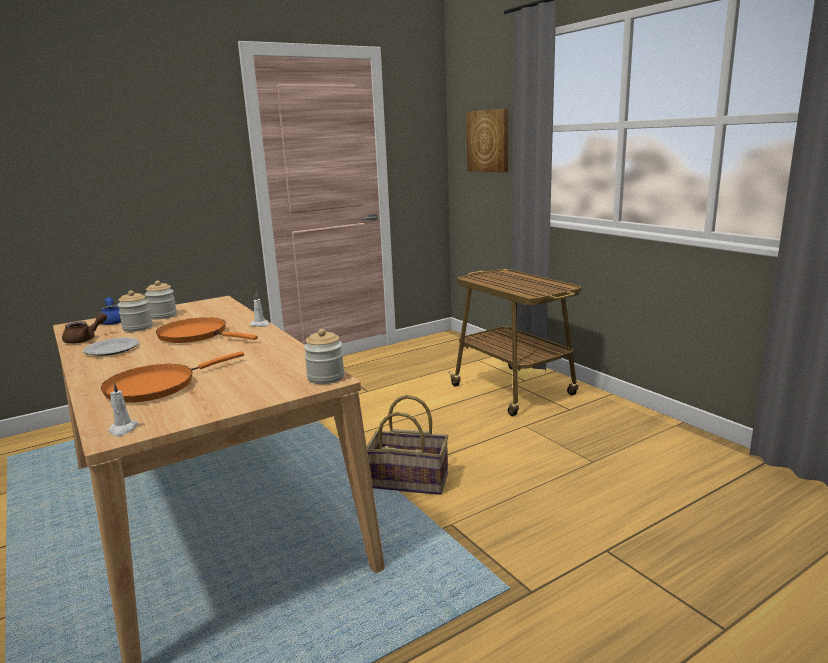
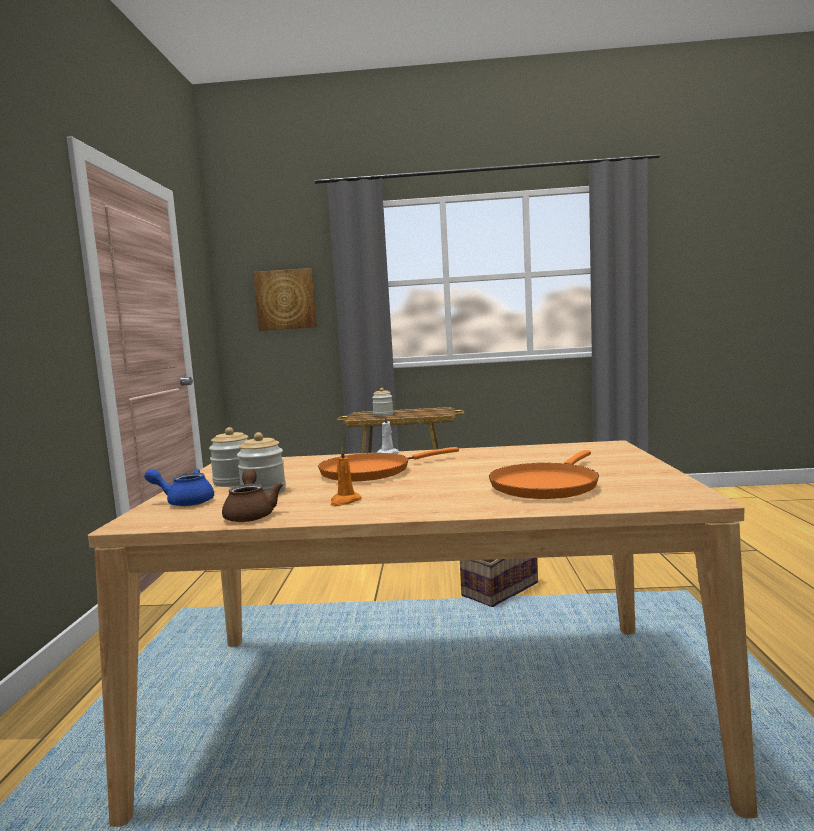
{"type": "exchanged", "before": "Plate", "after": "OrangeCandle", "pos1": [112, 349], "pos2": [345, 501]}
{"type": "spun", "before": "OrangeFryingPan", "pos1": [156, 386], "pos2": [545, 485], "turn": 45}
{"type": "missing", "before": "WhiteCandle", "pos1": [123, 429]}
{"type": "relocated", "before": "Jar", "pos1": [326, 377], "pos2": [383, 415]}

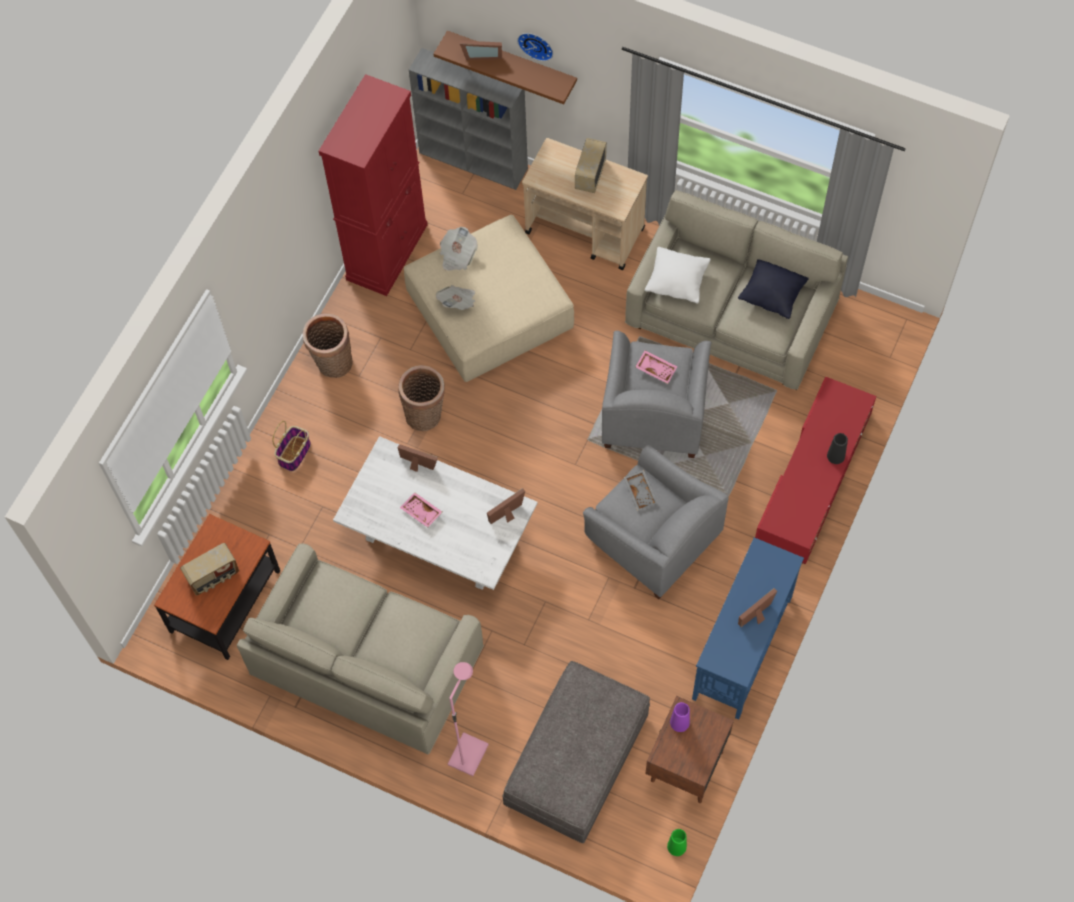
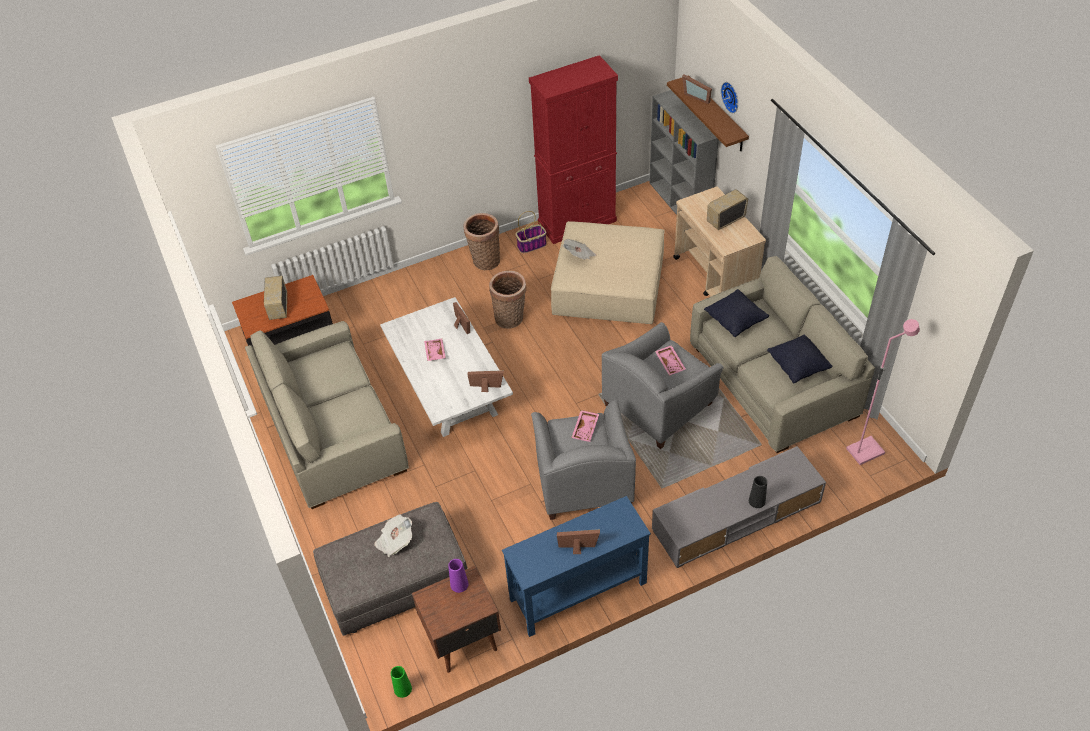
{"type": "spun", "before": "Radio", "pos1": [213, 576], "pos2": [278, 307], "turn": 75}
{"type": "relocated", "before": "Basket", "pos1": [294, 453], "pos2": [532, 245]}
{"type": "relocated", "before": "Newspaper", "pos1": [457, 256], "pos2": [395, 541]}
{"type": "relocated", "before": "PinkFloorLamp", "pos1": [467, 754], "pos2": [865, 451]}
{"type": "colour", "before": "GreyTray", "after": "PinkTray", "pos1": [641, 492], "pos2": [586, 429]}
{"type": "colour", "before": "WhitePillow", "after": "BlackPillow", "pos1": [677, 282], "pos2": [735, 321]}
{"type": "colour", "before": "RedTvStand", "after": "GreyTvStand", "pos1": [813, 478], "pos2": [736, 516]}

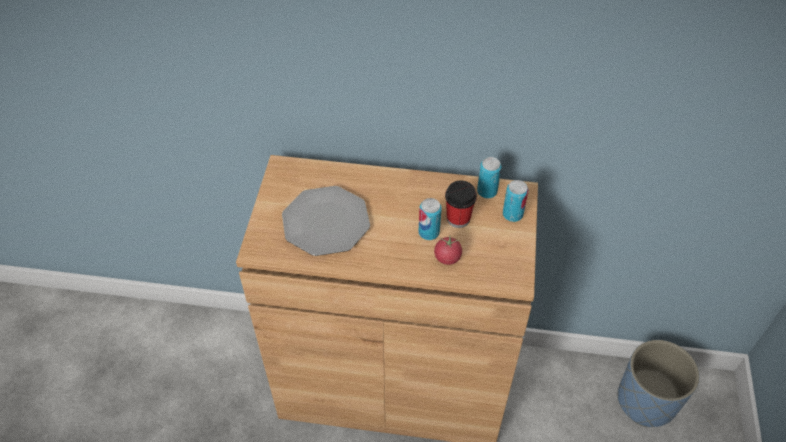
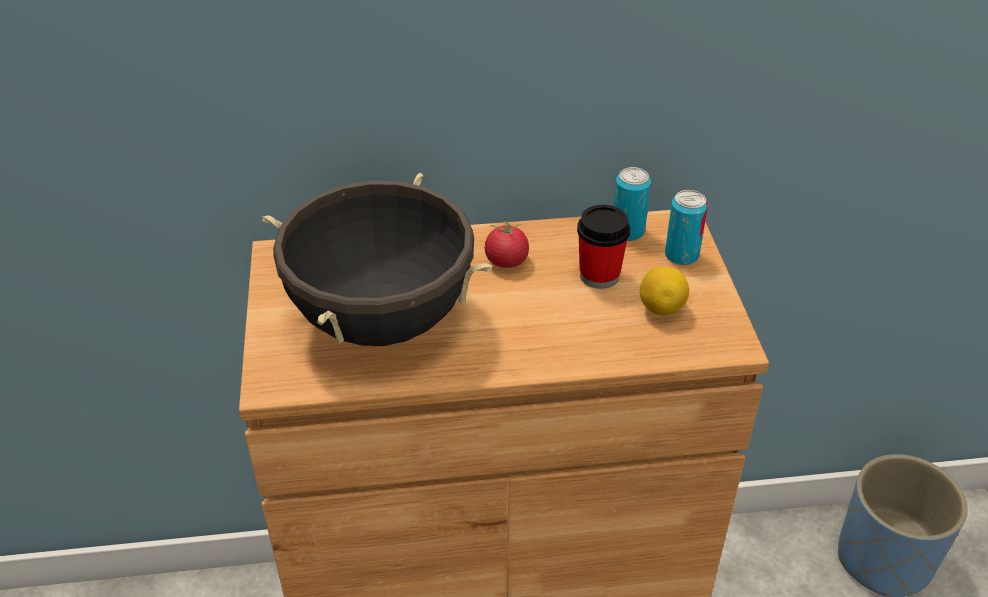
{"type": "exchanged", "before": "Plate", "after": "BlackCookingPot", "pos1": [326, 222], "pos2": [382, 319]}
{"type": "missing", "before": "Can", "pos1": [429, 232]}
{"type": "relocated", "before": "Tomato", "pos1": [447, 257], "pos2": [506, 261]}
{"type": "appeared", "after": "Lemon", "pos2": [661, 308]}

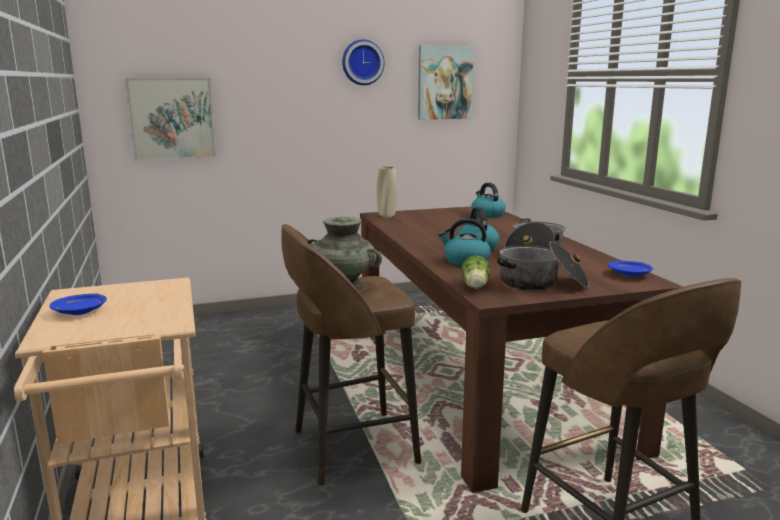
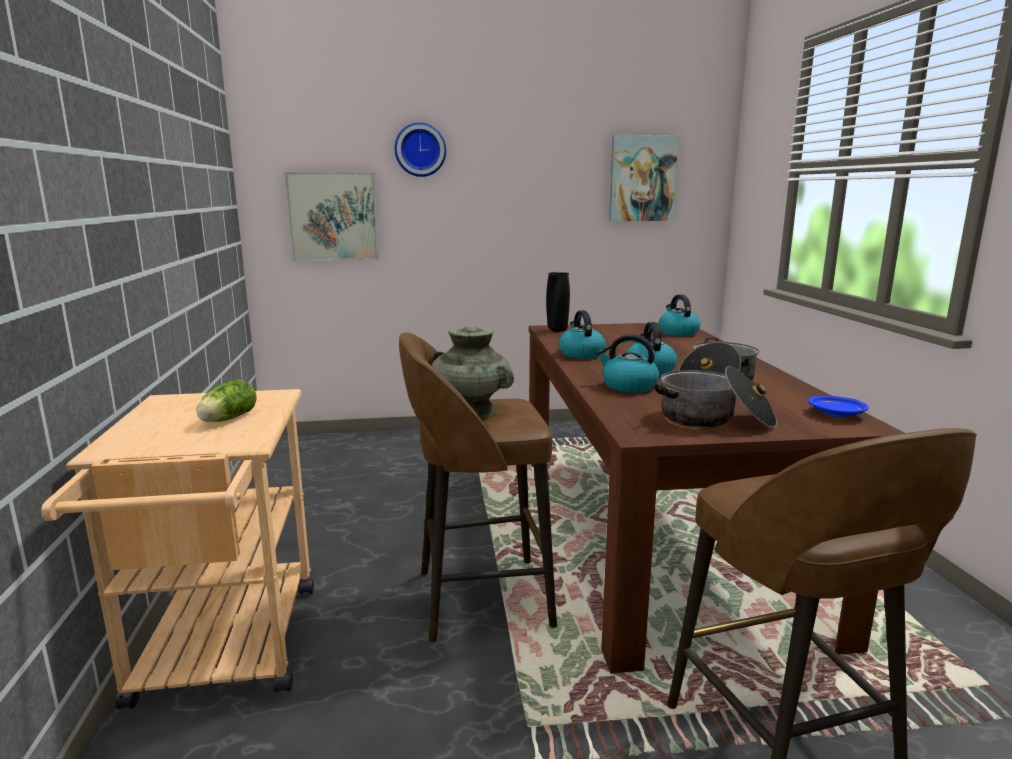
{"type": "missing", "before": "BluePlate", "pos1": [80, 312]}
{"type": "relocated", "before": "WallClock", "pos1": [362, 62], "pos2": [420, 150]}
{"type": "colour", "before": "BeigeVase", "after": "BlackVase", "pos1": [386, 216], "pos2": [557, 330]}
{"type": "relocated", "before": "Lettuce", "pos1": [475, 287], "pos2": [226, 419]}
{"type": "appeared", "after": "Kettle", "pos2": [581, 354]}

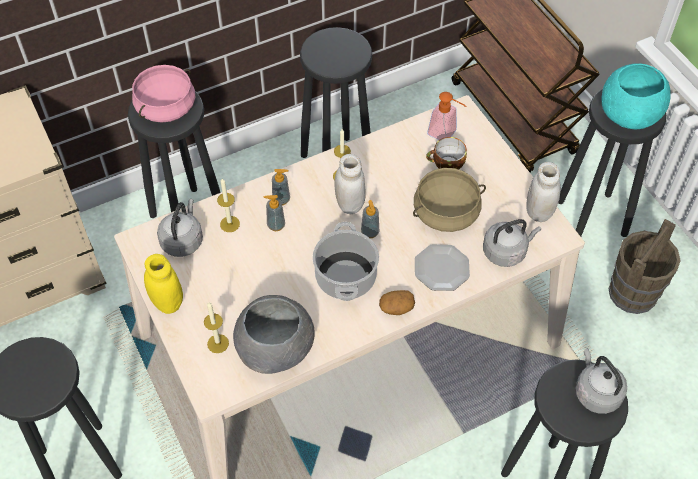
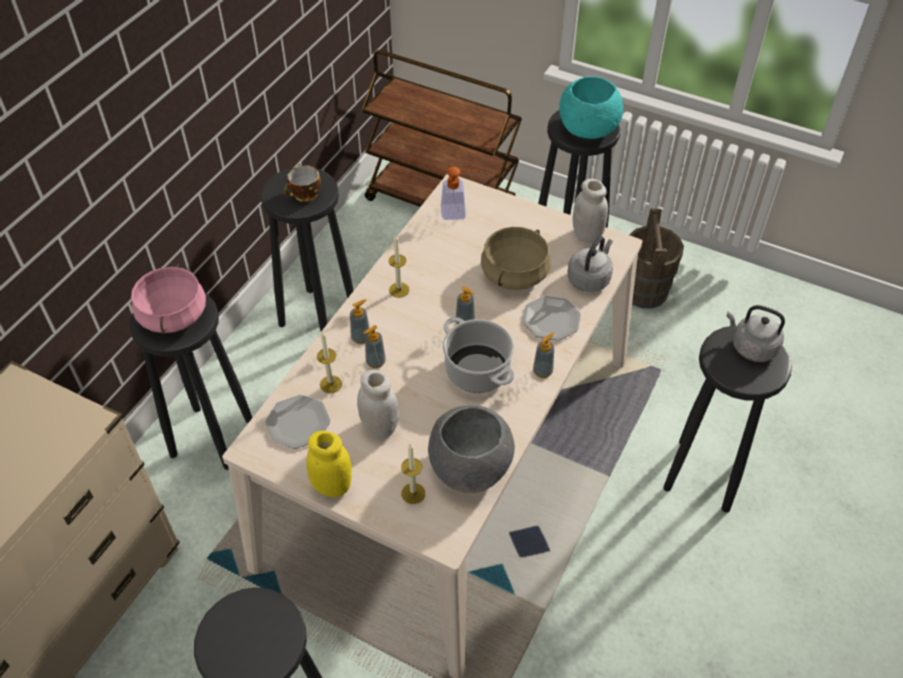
{"type": "exchanged", "before": "GreyKettle", "after": "Plate", "pos1": [183, 240], "pos2": [297, 423]}
{"type": "relocated", "before": "WhiteJar", "pos1": [350, 204], "pos2": [379, 426]}
{"type": "exchanged", "before": "Potato", "after": "SoapDispenser", "pos1": [396, 308], "pos2": [542, 371]}
{"type": "relocated", "before": "Cup", "pos1": [446, 166], "pos2": [305, 196]}

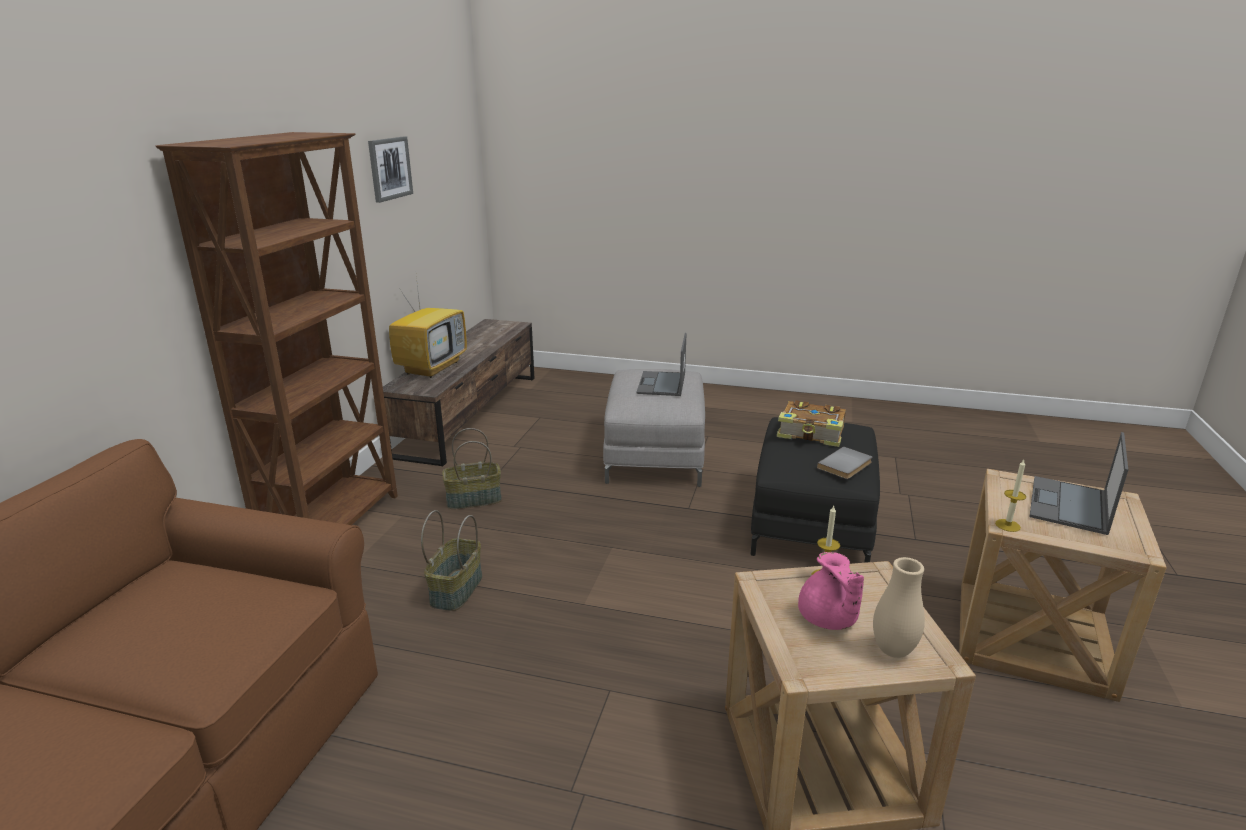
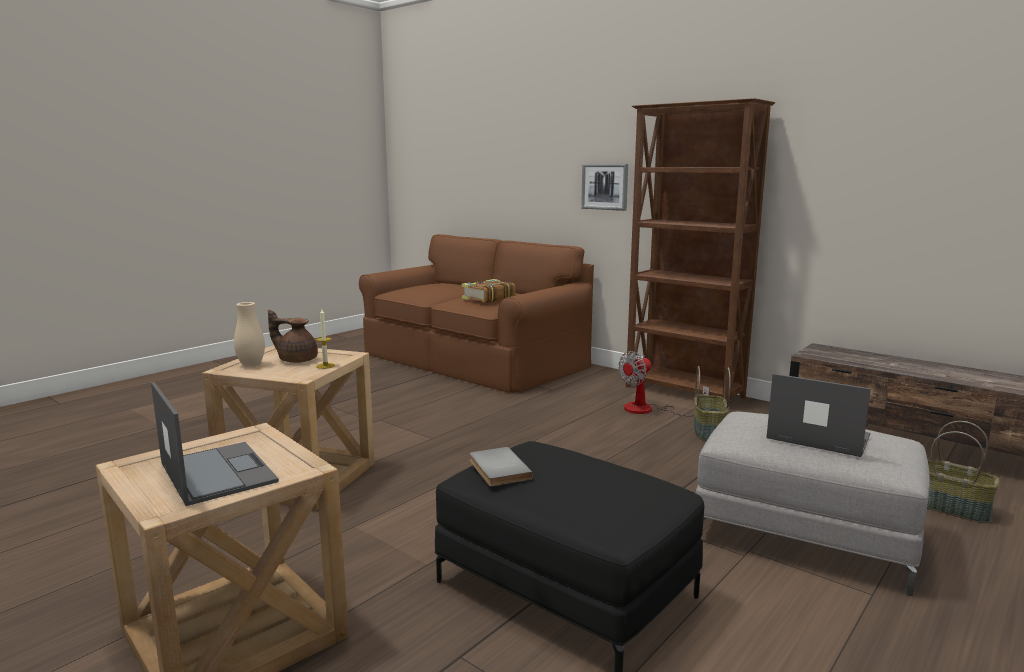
{"type": "relocated", "before": "Picture", "pos1": [389, 168], "pos2": [605, 186]}
{"type": "missing", "before": "Television", "pos1": [432, 367]}
{"type": "relocated", "before": "Basket", "pos1": [456, 589], "pos2": [952, 508]}
{"type": "relocated", "before": "Book", "pos1": [812, 433], "pos2": [487, 298]}
{"type": "colour", "before": "PinkTeapot", "after": "BrownTeapot", "pos1": [828, 619], "pos2": [296, 360]}
{"type": "missing", "before": "Candle", "pos1": [1007, 525]}
{"type": "appeared", "after": "Fan", "pos2": [649, 410]}

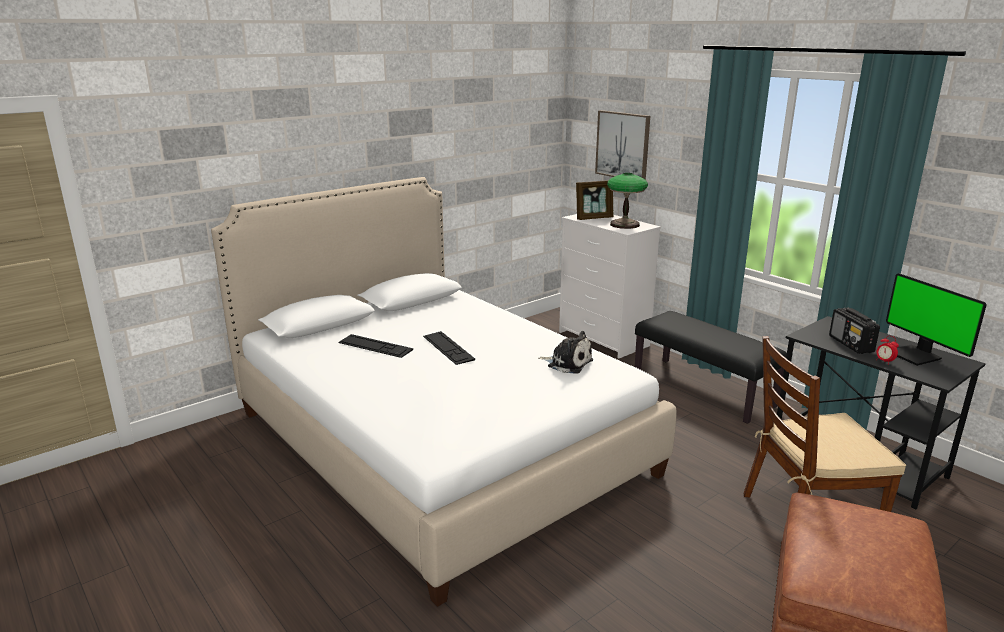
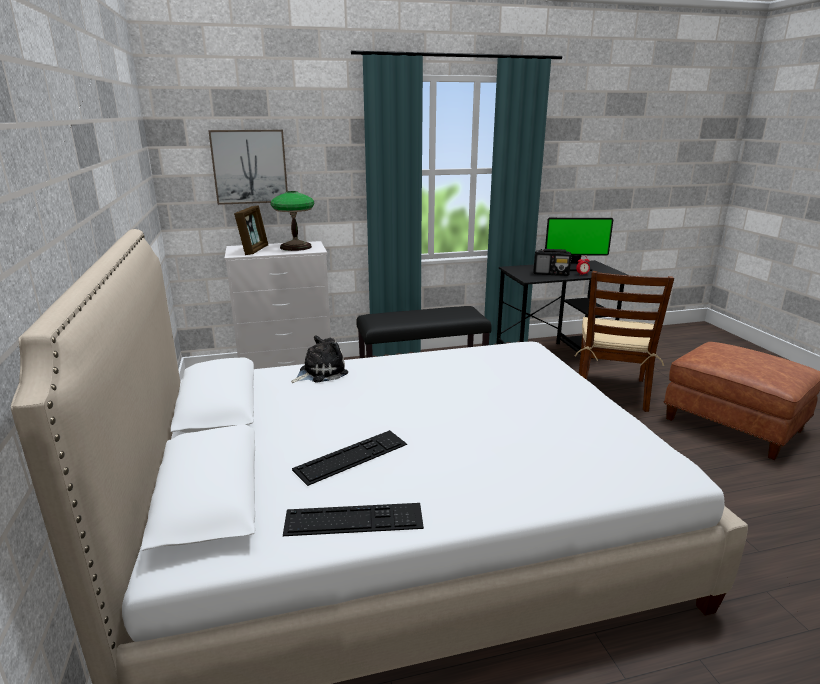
{"type": "relocated", "before": "Keyboard", "pos1": [448, 348], "pos2": [354, 520]}
{"type": "relocated", "before": "PlushToy", "pos1": [567, 363], "pos2": [320, 372]}

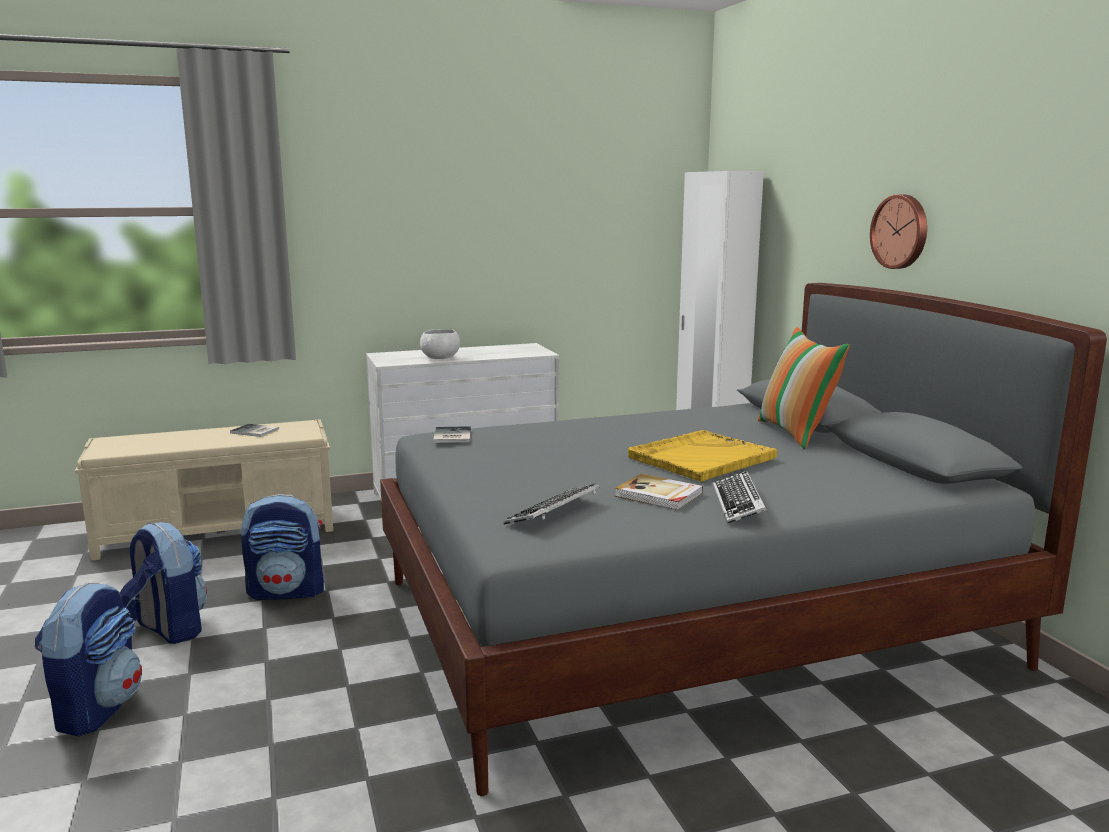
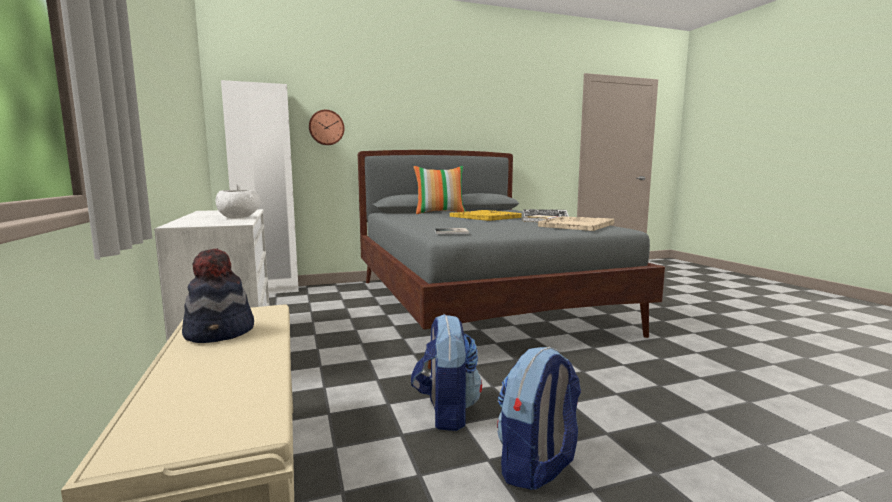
{"type": "missing", "before": "Backpack", "pos1": [97, 709]}
{"type": "exchanged", "before": "Book", "after": "Hat", "pos1": [255, 431], "pos2": [220, 333]}
{"type": "exchanged", "before": "Keyboard", "after": "BeigeTray", "pos1": [553, 512], "pos2": [577, 225]}
{"type": "relocated", "before": "WallClock", "pos1": [901, 231], "pos2": [326, 127]}

